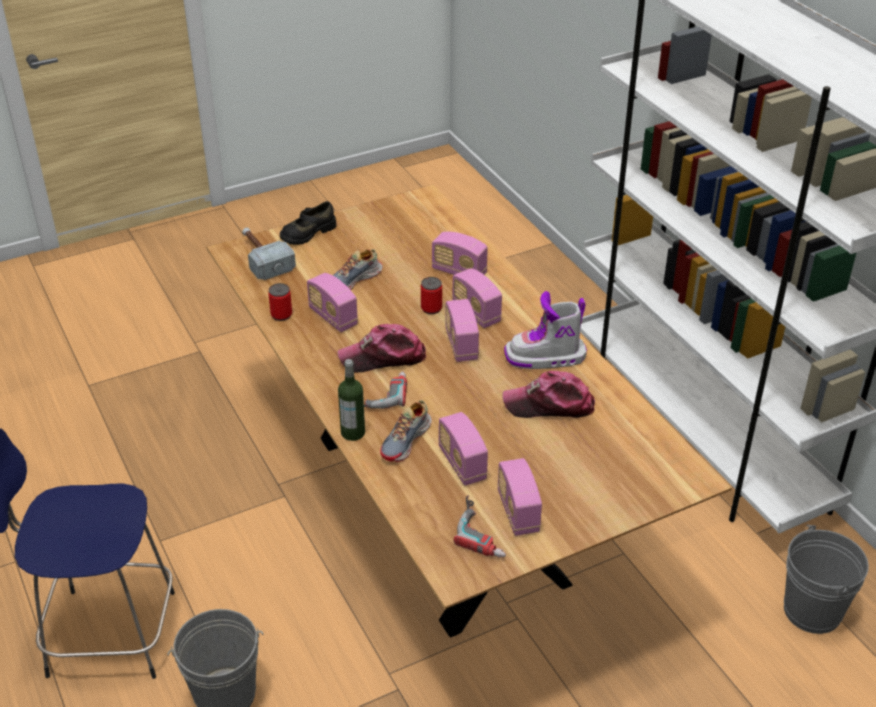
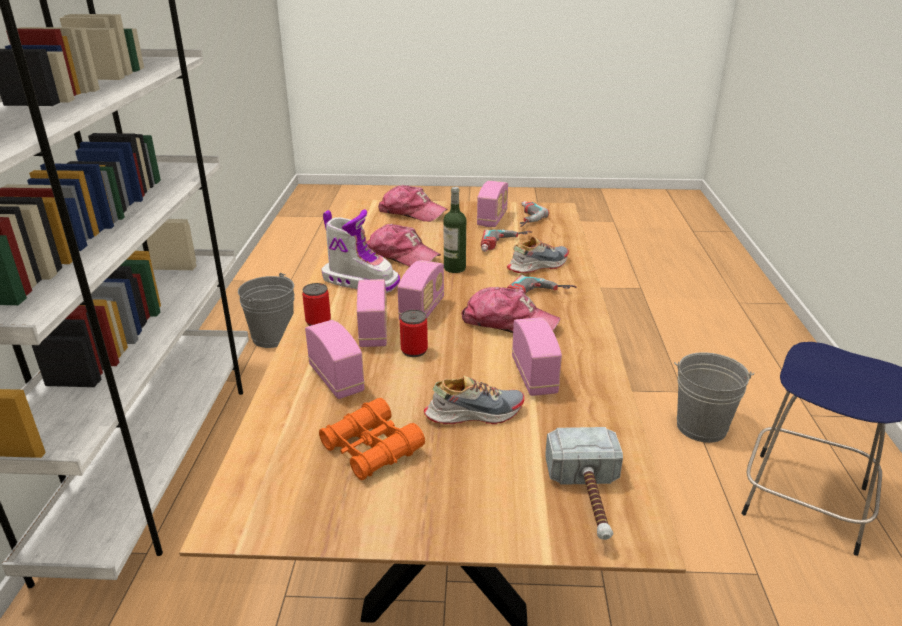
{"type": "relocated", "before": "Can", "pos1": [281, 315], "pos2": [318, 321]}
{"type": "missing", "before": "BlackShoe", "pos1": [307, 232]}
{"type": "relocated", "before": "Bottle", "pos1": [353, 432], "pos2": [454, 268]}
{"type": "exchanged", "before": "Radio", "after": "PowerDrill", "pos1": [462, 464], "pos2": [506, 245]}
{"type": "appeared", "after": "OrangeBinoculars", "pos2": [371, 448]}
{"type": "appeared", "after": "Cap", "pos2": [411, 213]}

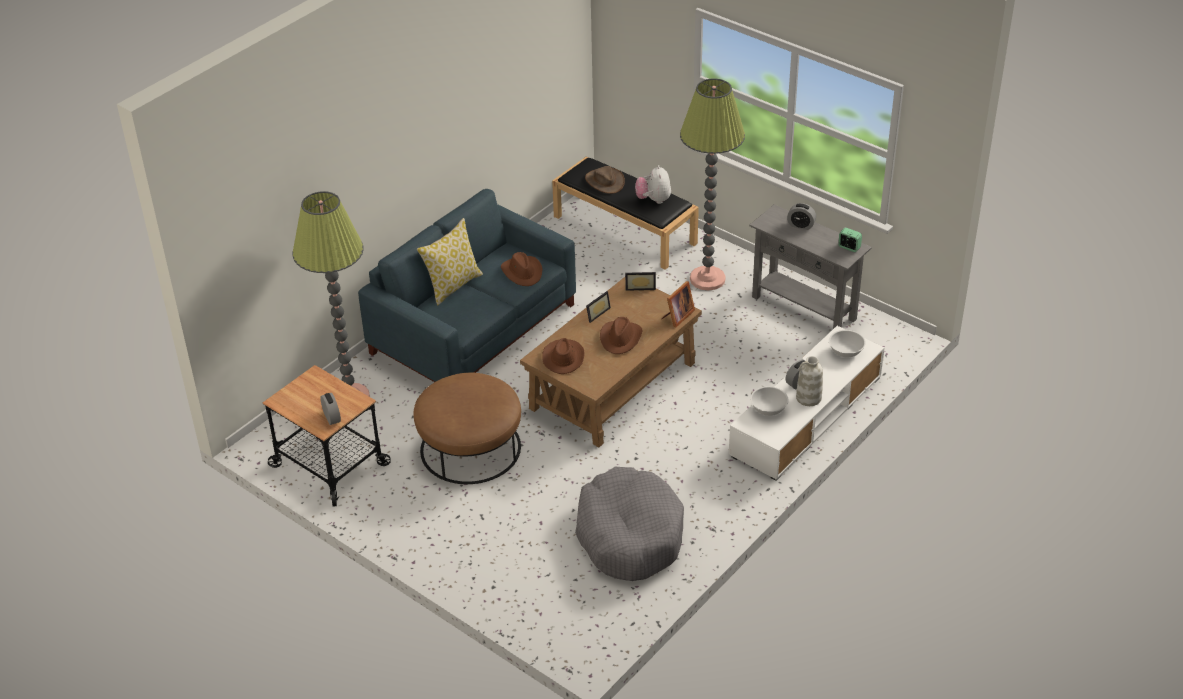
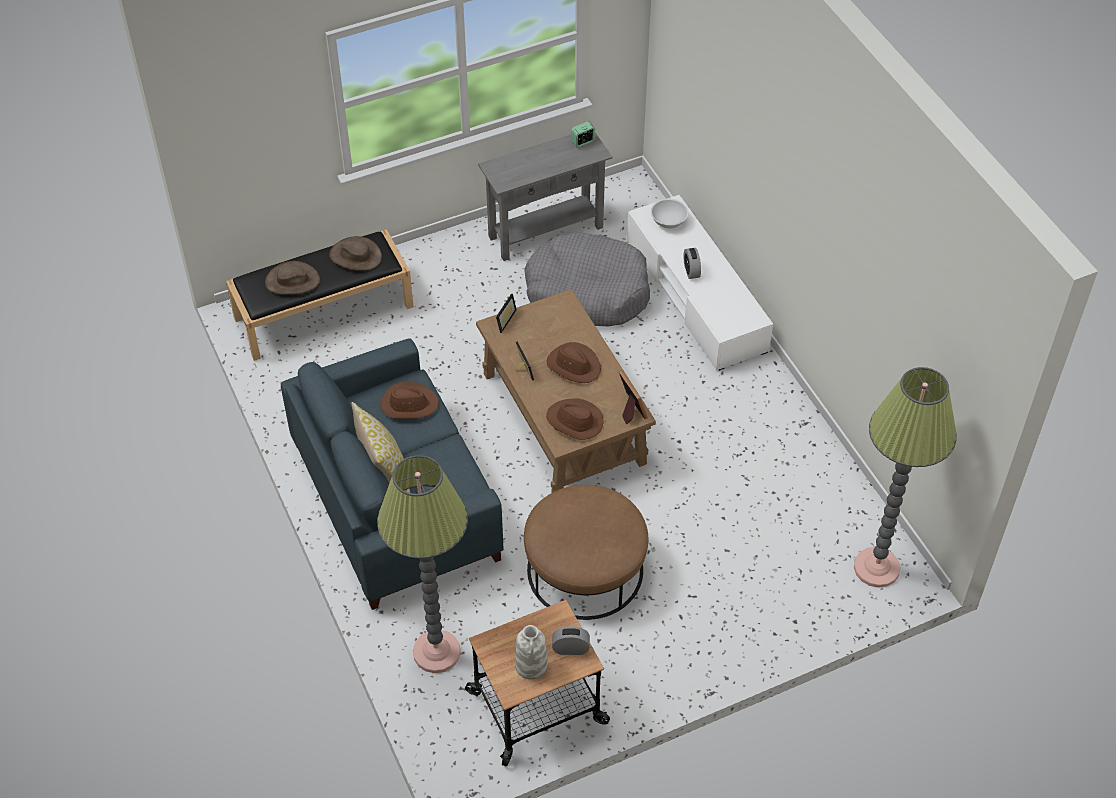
{"type": "relocated", "before": "GreyDogBed", "pos1": [629, 535], "pos2": [587, 292]}
{"type": "exchanged", "before": "PlushToy", "after": "BrownHat", "pos1": [653, 200], "pos2": [355, 256]}
{"type": "relocated", "before": "PictureFrame", "pos1": [677, 316], "pos2": [630, 409]}
{"type": "relocated", "before": "FloorLamp", "pos1": [707, 279], "pos2": [876, 568]}
{"type": "missing", "before": "WhiteBowl", "pos1": [768, 409]}
{"type": "missing", "before": "AlarmClock", "pos1": [801, 225]}
{"type": "relocated", "before": "WhiteVase", "pos1": [808, 398], "pos2": [531, 666]}

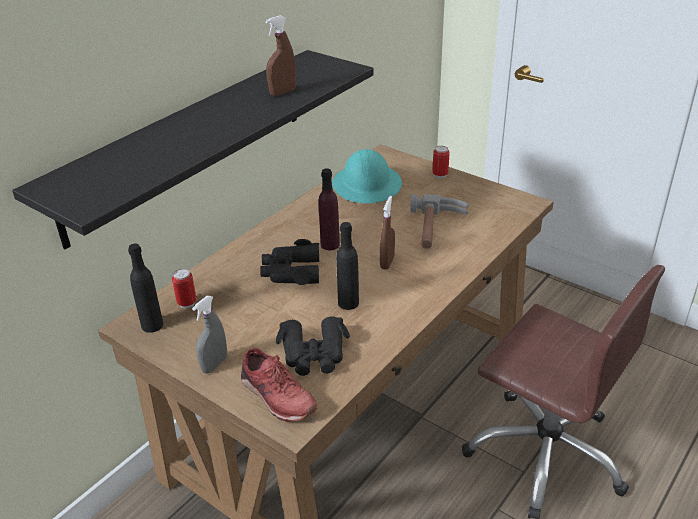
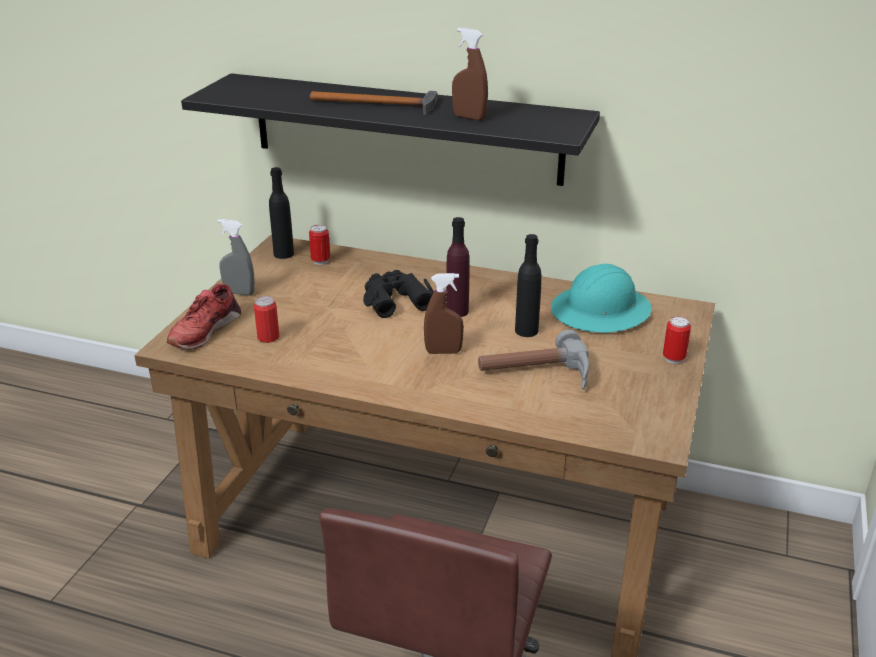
{"type": "exchanged", "before": "BlackBinoculars", "after": "Can", "pos1": [314, 354], "pos2": [268, 337]}
{"type": "relocated", "before": "BlackBottle", "pos1": [348, 303], "pos2": [526, 331]}
{"type": "appeared", "after": "Hammer", "pos2": [379, 104]}

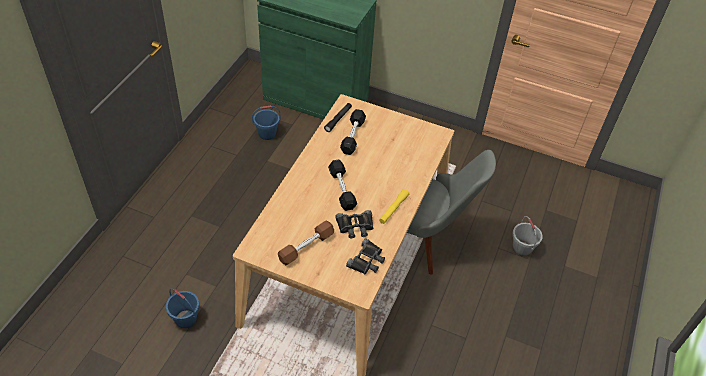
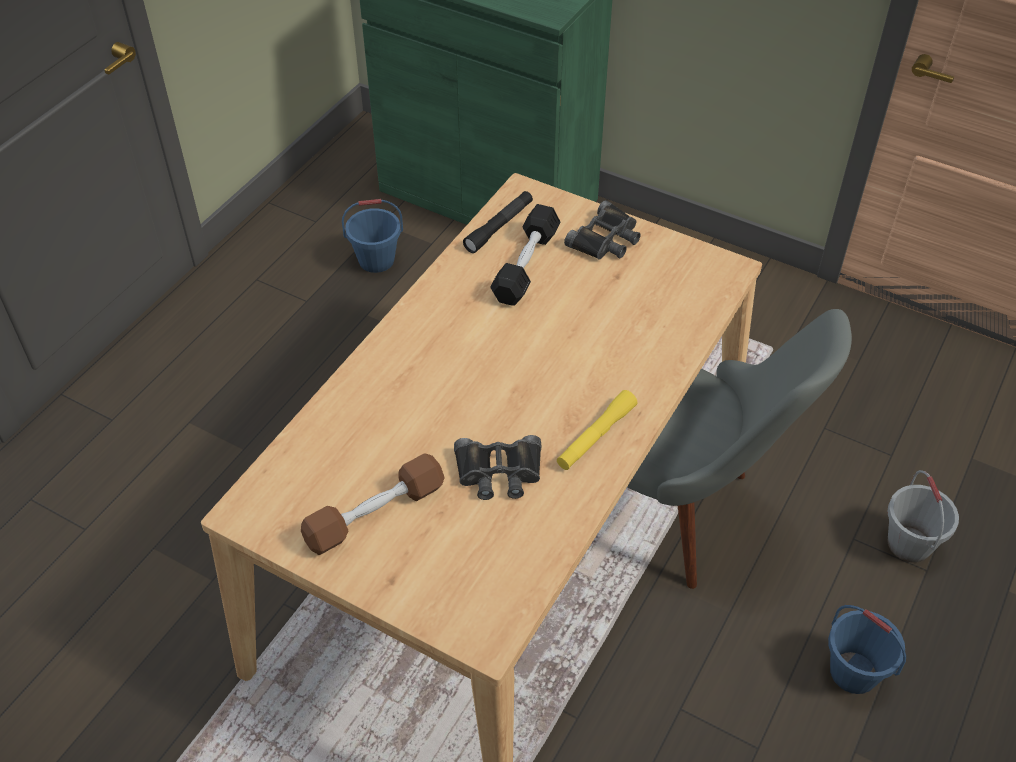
{"type": "relocated", "before": "BlueBucket", "pos1": [186, 319], "pos2": [854, 672]}
{"type": "missing", "before": "BlackDumbbell", "pos1": [342, 189]}
{"type": "relocated", "before": "BlackBinoculars", "pos1": [367, 260], "pos2": [606, 239]}

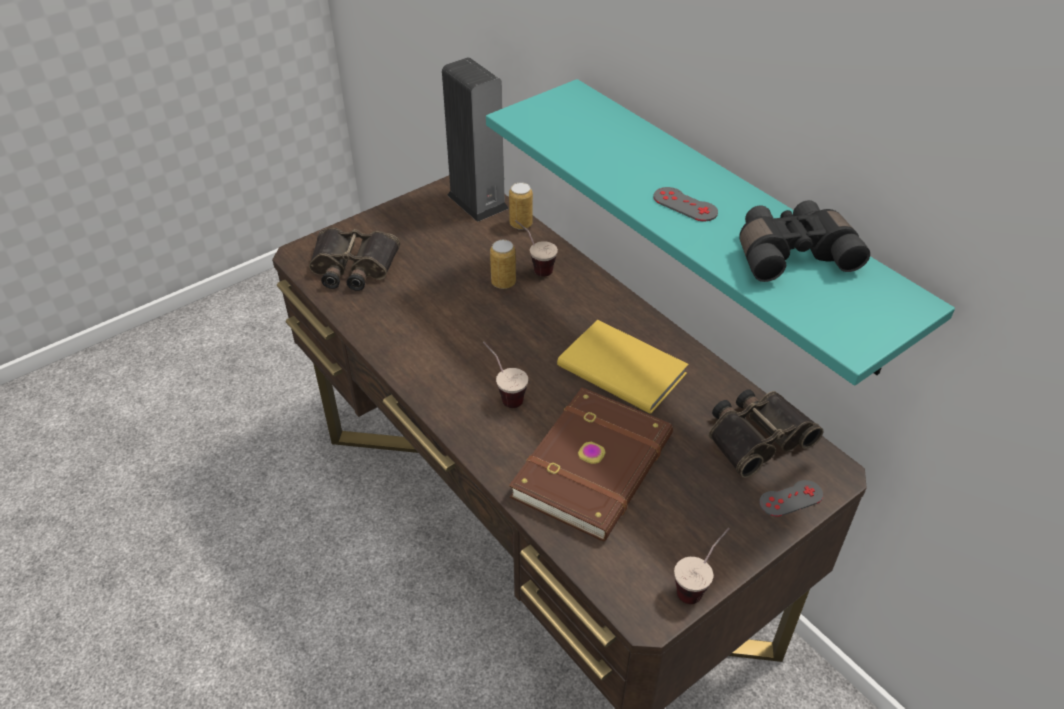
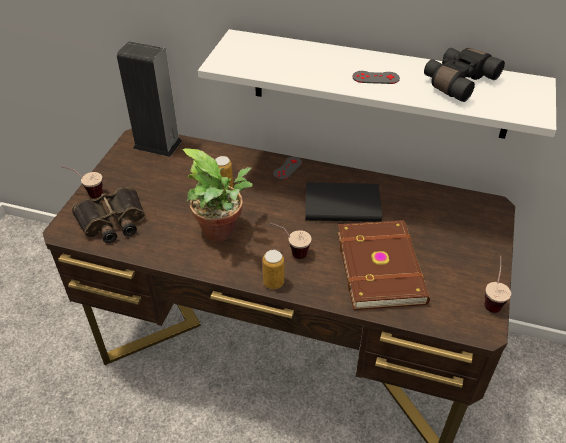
{"type": "colour", "before": "TurquoiseShelf", "after": "WhiteShelf", "pos1": [730, 222], "pos2": [379, 84]}
{"type": "relocated", "before": "Can", "pos1": [521, 224], "pos2": [273, 282]}
{"type": "relocated", "before": "Cup", "pos1": [534, 266], "pos2": [87, 193]}
{"type": "colour", "before": "YellowBook", "after": "BlackBook", "pos1": [622, 367], "pos2": [341, 203]}
{"type": "missing", "before": "Binoculars", "pos1": [756, 436]}
{"type": "relocated", "before": "GreyGameController", "pos1": [791, 498], "pos2": [287, 168]}
{"type": "appeared", "after": "PottedPlant", "pos2": [222, 231]}

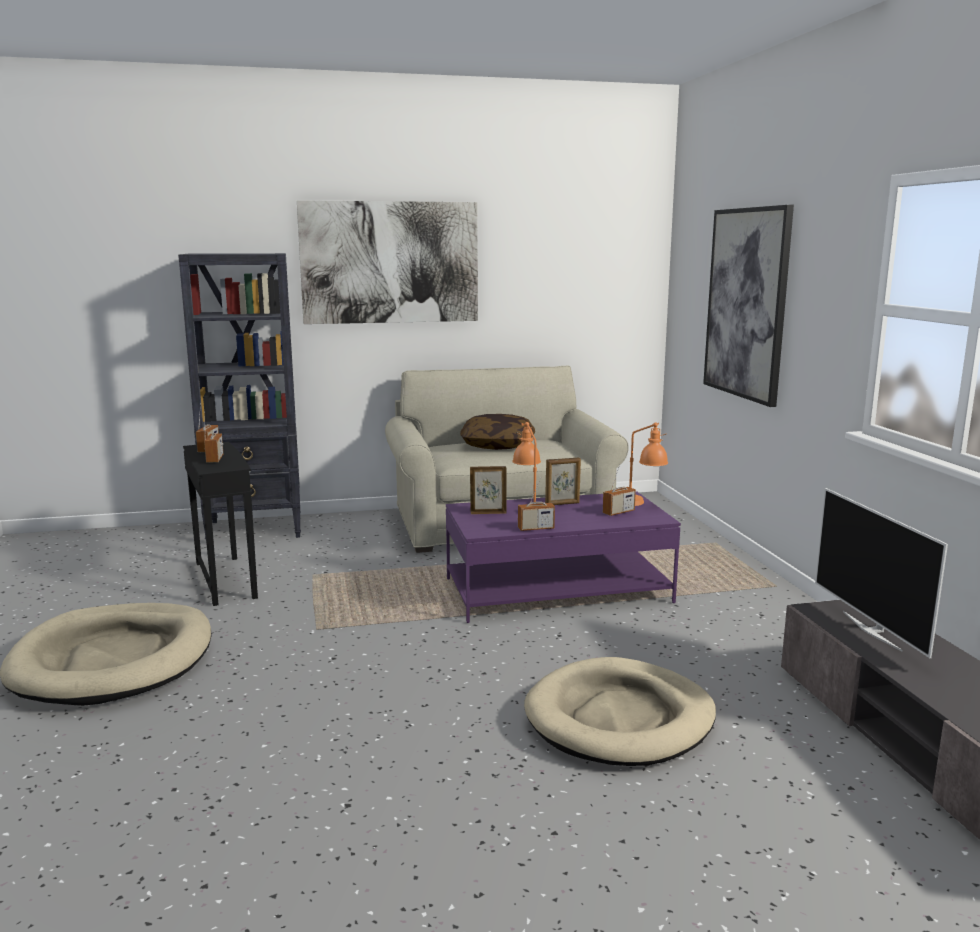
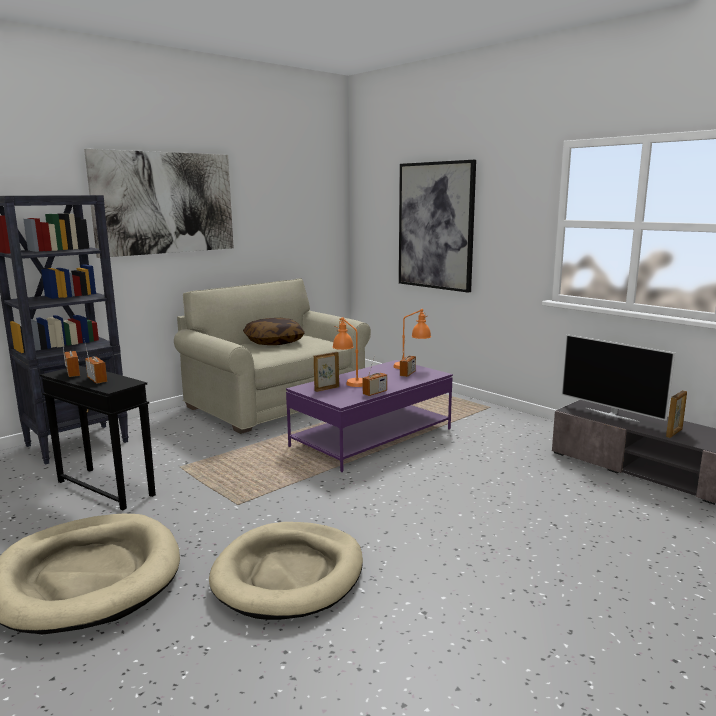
{"type": "relocated", "before": "BeigeDogBed", "pos1": [620, 718], "pos2": [289, 574]}
{"type": "relocated", "before": "PictureFrame", "pos1": [562, 504], "pos2": [674, 433]}

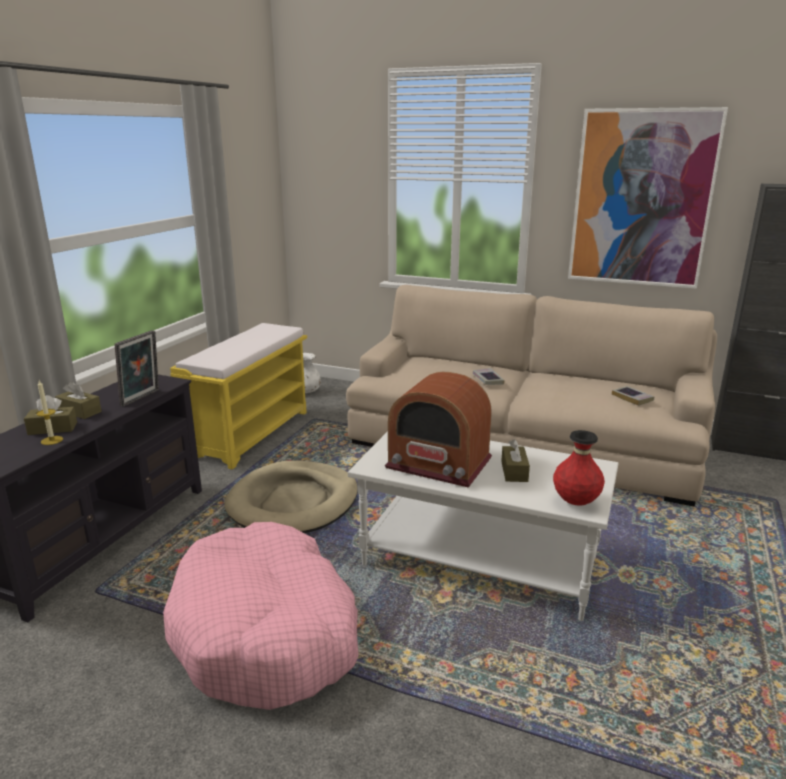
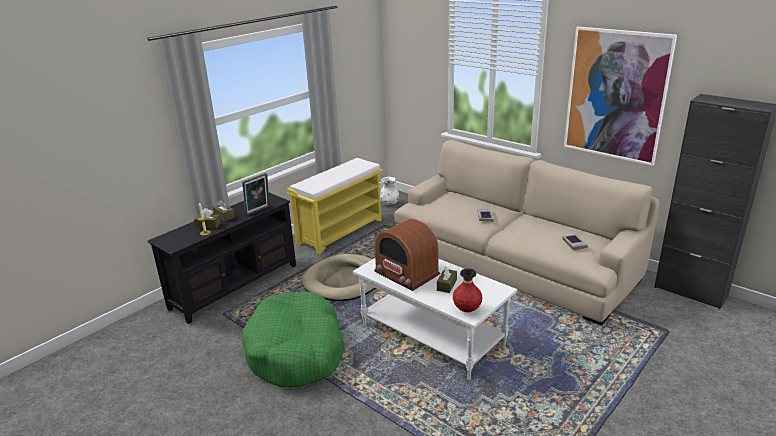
{"type": "colour", "before": "PinkDogBed", "after": "GreenDogBed", "pos1": [267, 632], "pos2": [296, 351]}

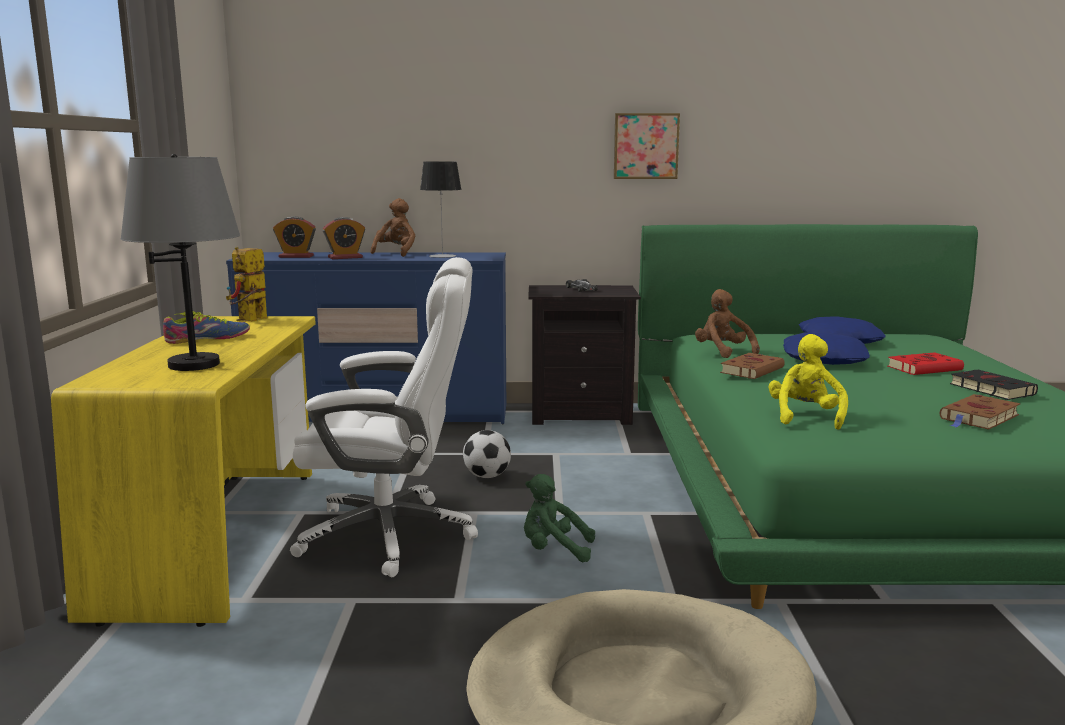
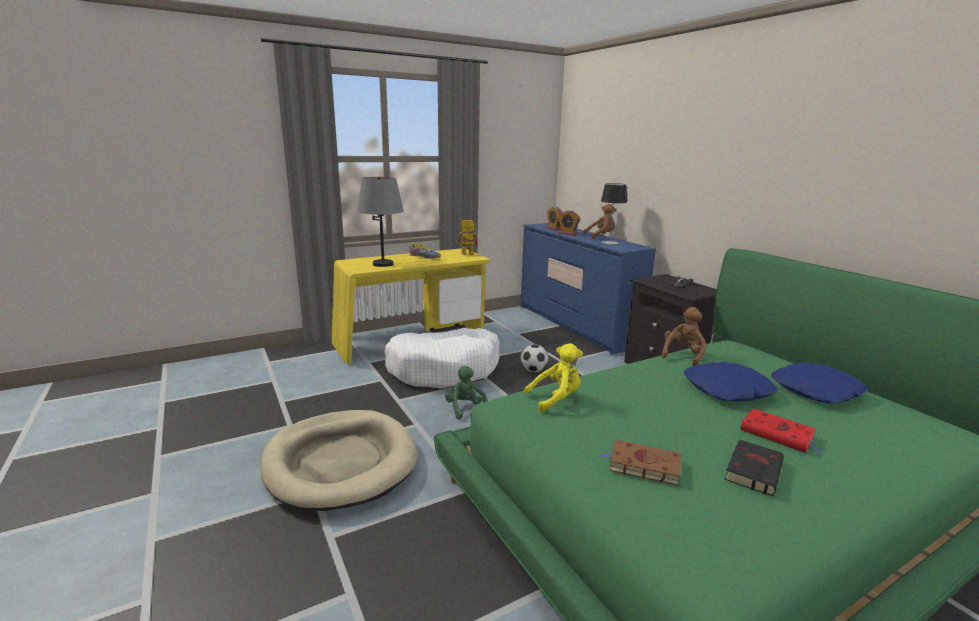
{"type": "exchanged", "before": "WhiteOfficeChair", "after": "WhiteDogBed", "pos1": [391, 535], "pos2": [444, 369]}
{"type": "missing", "before": "Picture", "pos1": [645, 146]}
{"type": "missing", "before": "BrownBook", "pos1": [752, 370]}

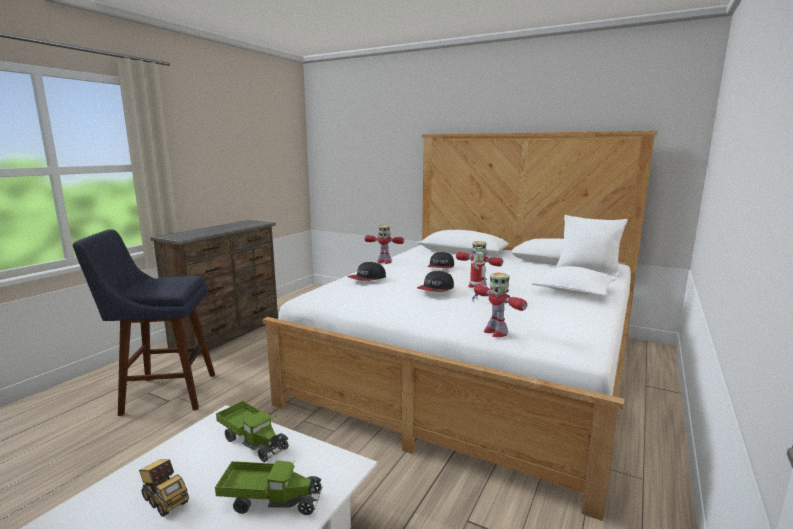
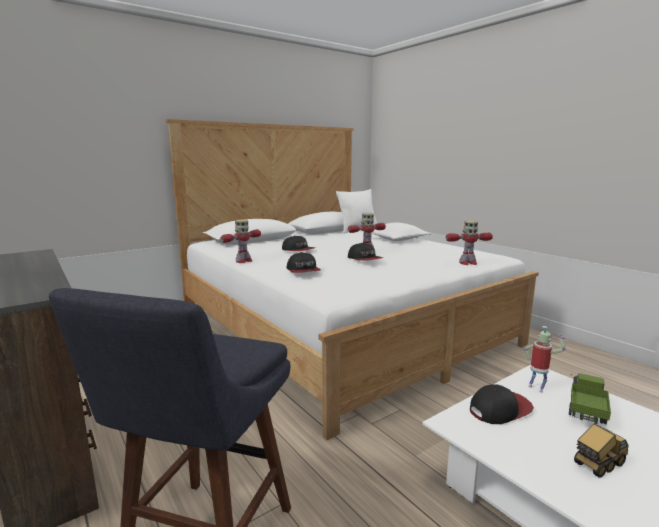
{"type": "exchanged", "before": "ToyTruck", "after": "Cap", "pos1": [253, 440], "pos2": [500, 409]}
{"type": "relocated", "before": "ToyRobot", "pos1": [476, 300], "pos2": [537, 388]}

